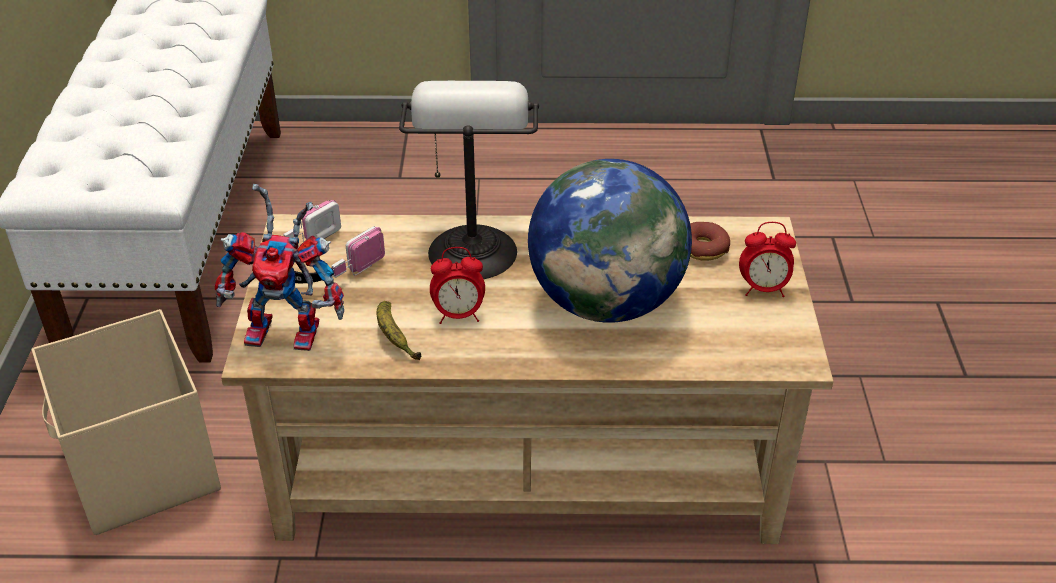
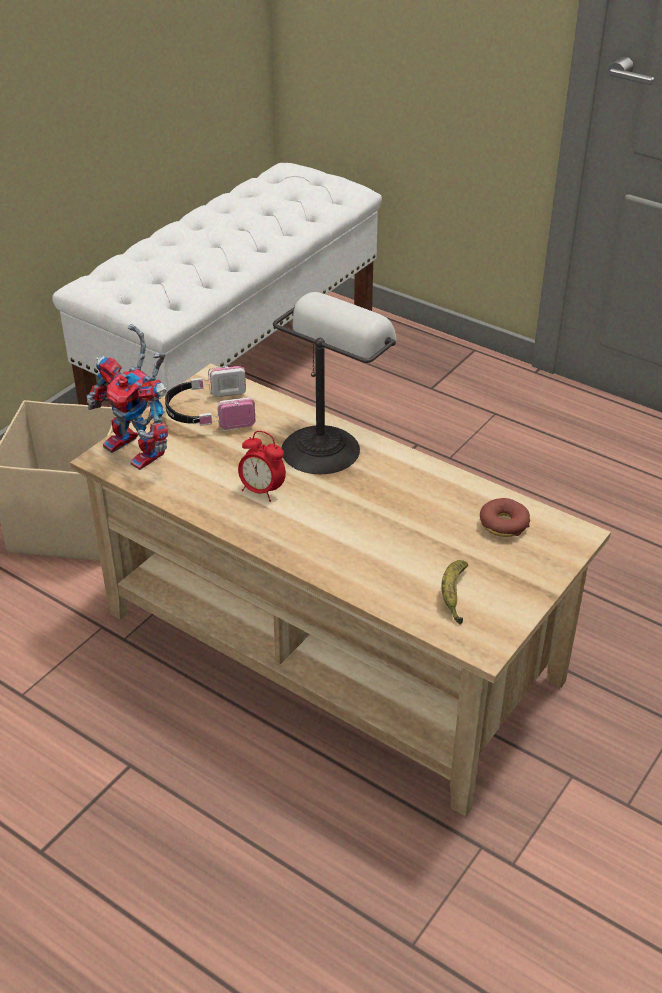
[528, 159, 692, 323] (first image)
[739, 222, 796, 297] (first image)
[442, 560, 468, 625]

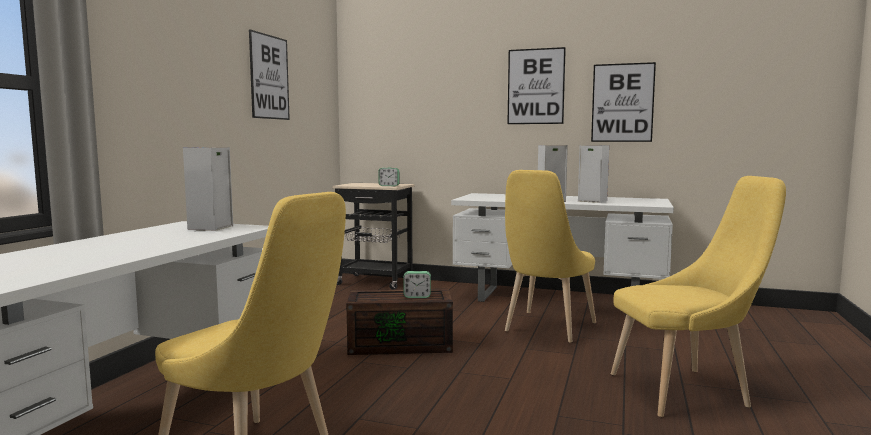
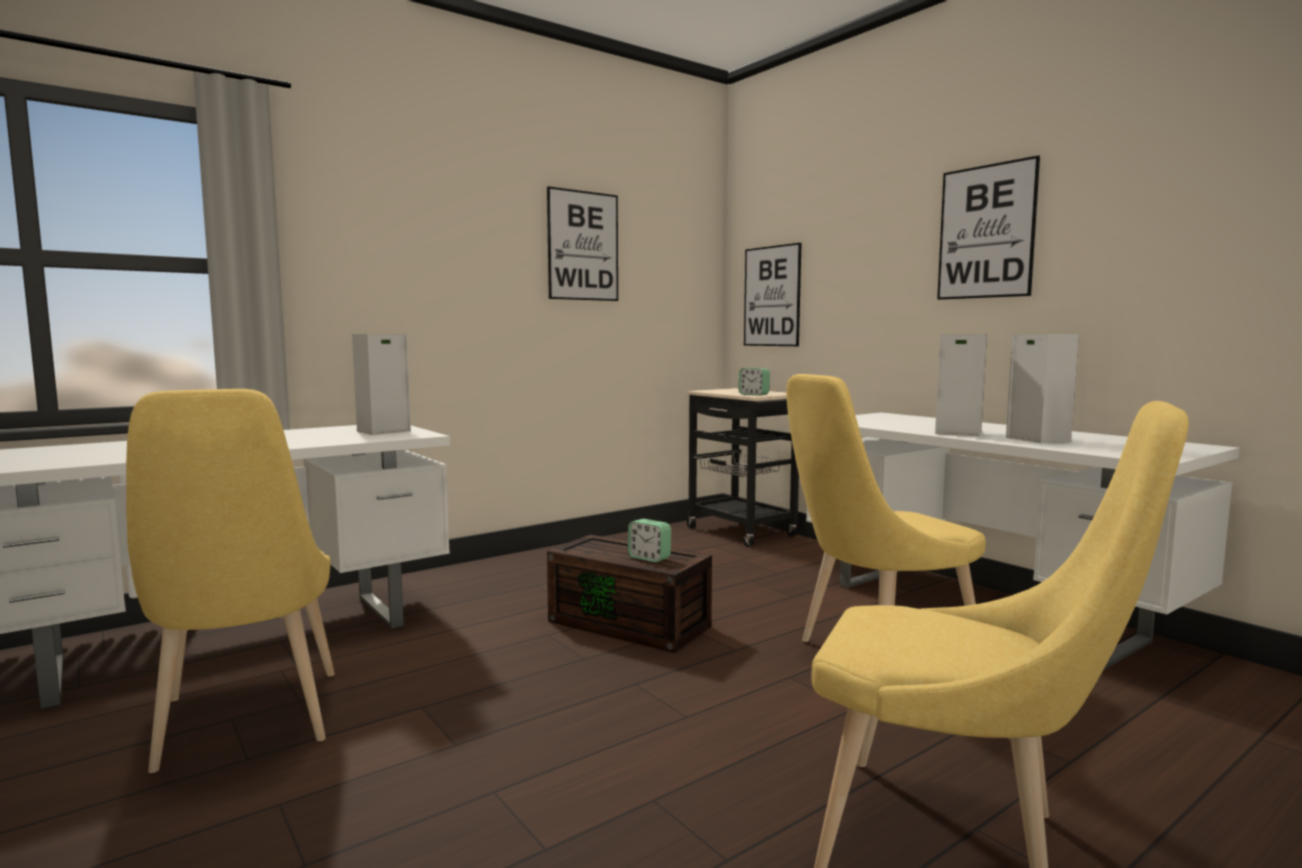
[744, 243, 801, 346]

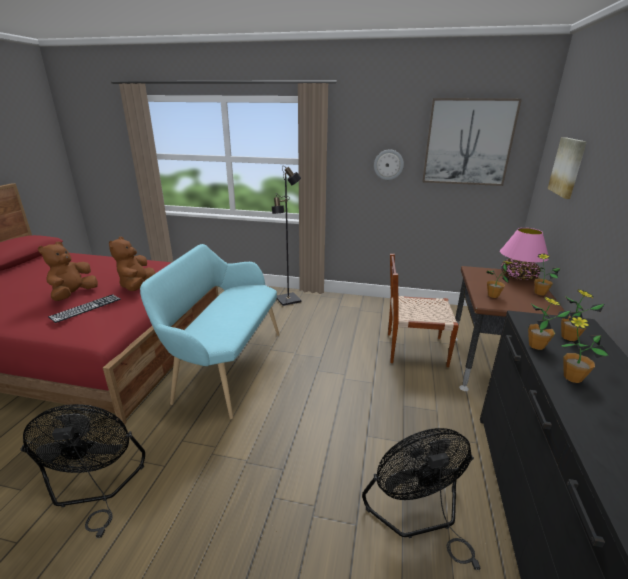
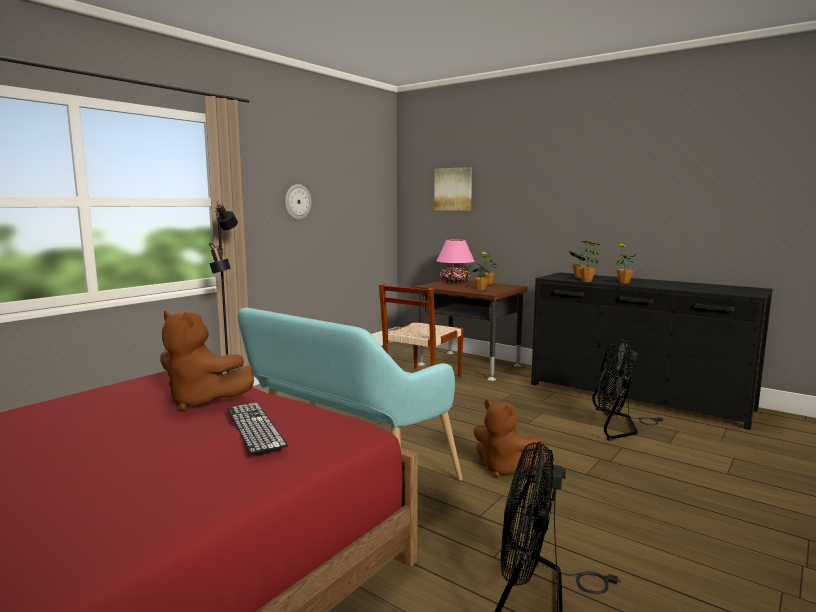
[422, 98, 522, 186] (first image)
[473, 400, 550, 478]

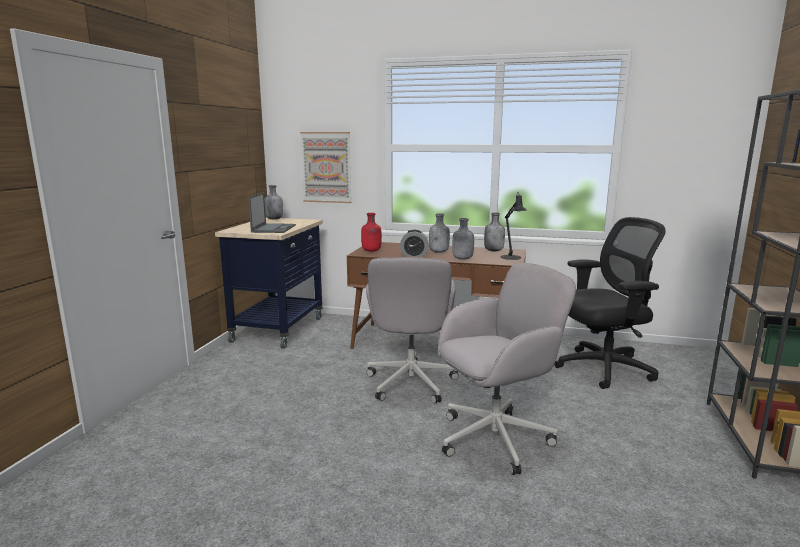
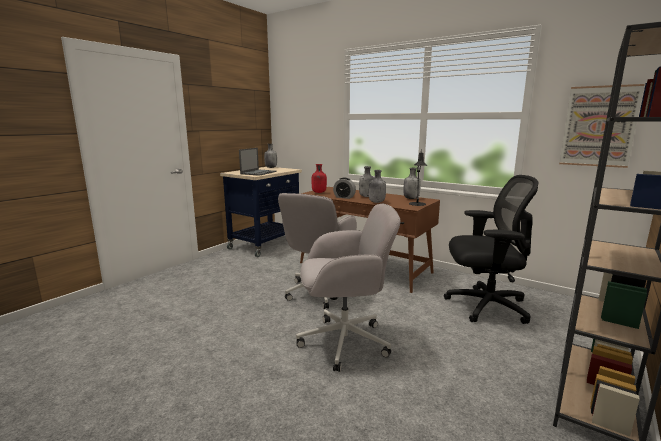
[559, 84, 644, 168]

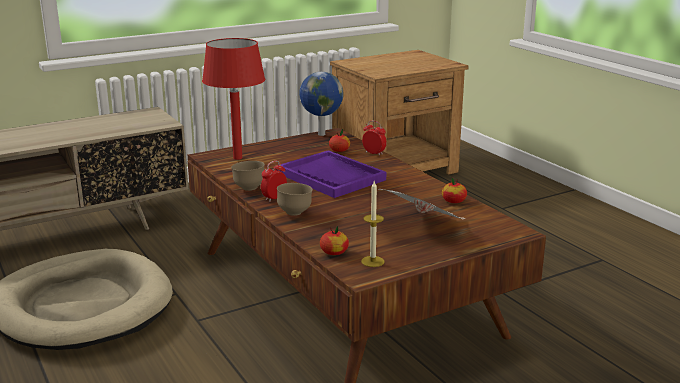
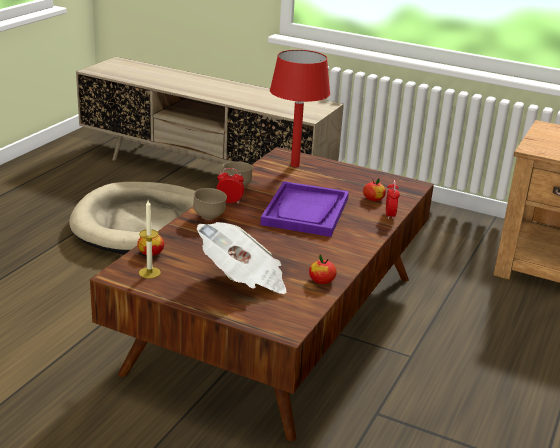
[299, 72, 344, 136] (first image)

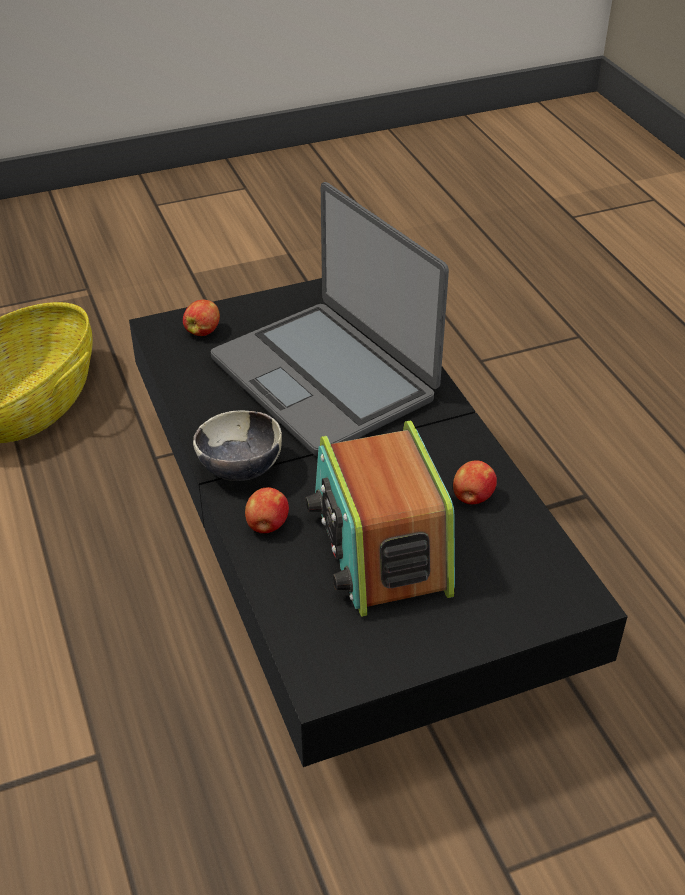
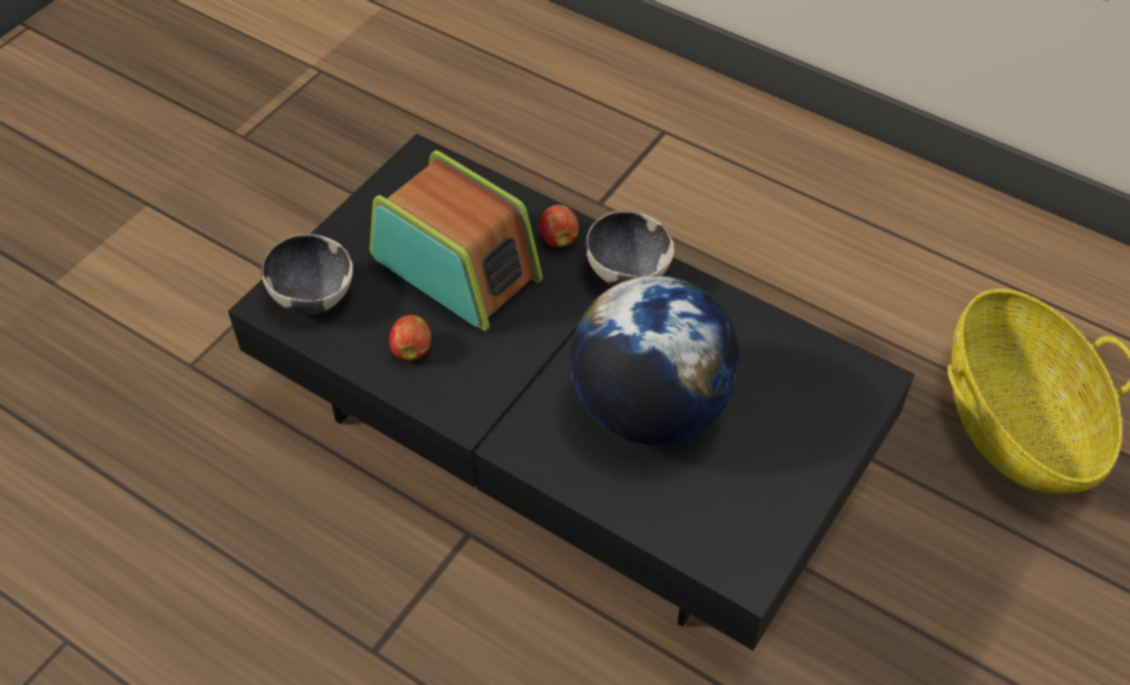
[570, 275, 740, 445]
[183, 300, 220, 336] (first image)
[261, 234, 353, 314]

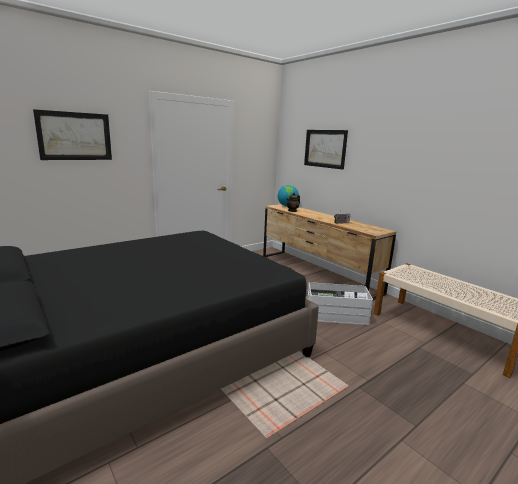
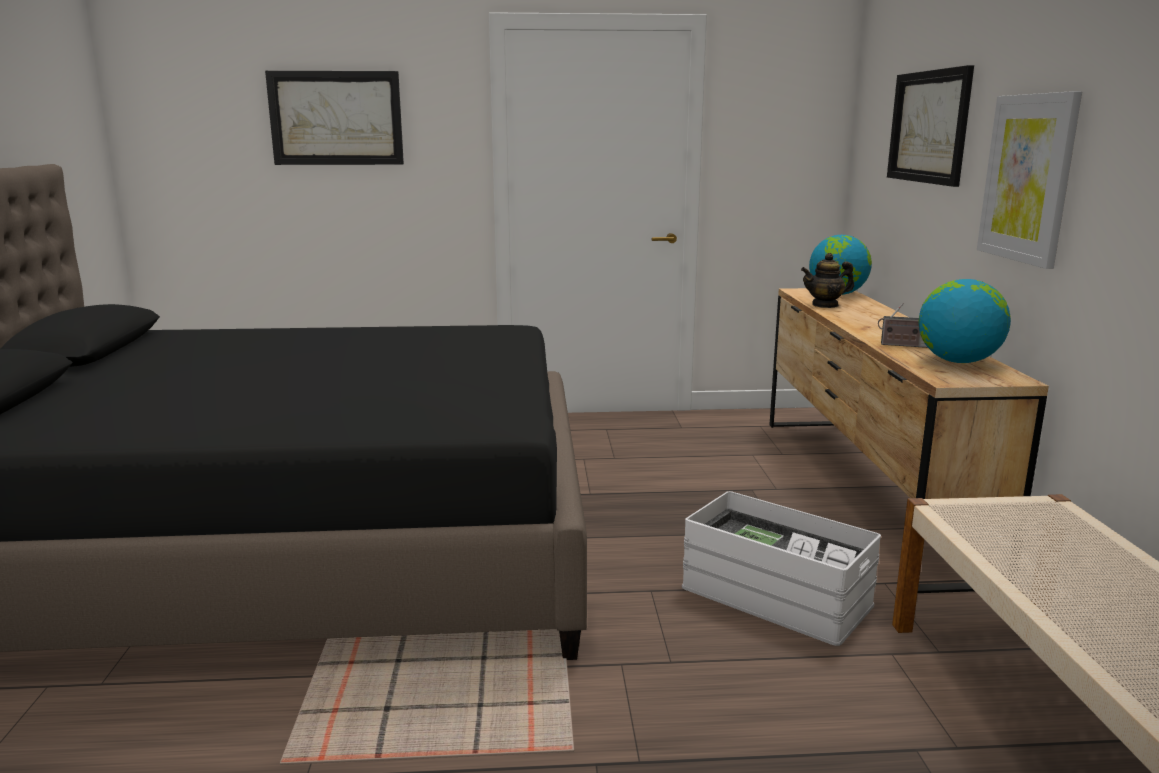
[977, 91, 1082, 269]
[918, 279, 1011, 363]

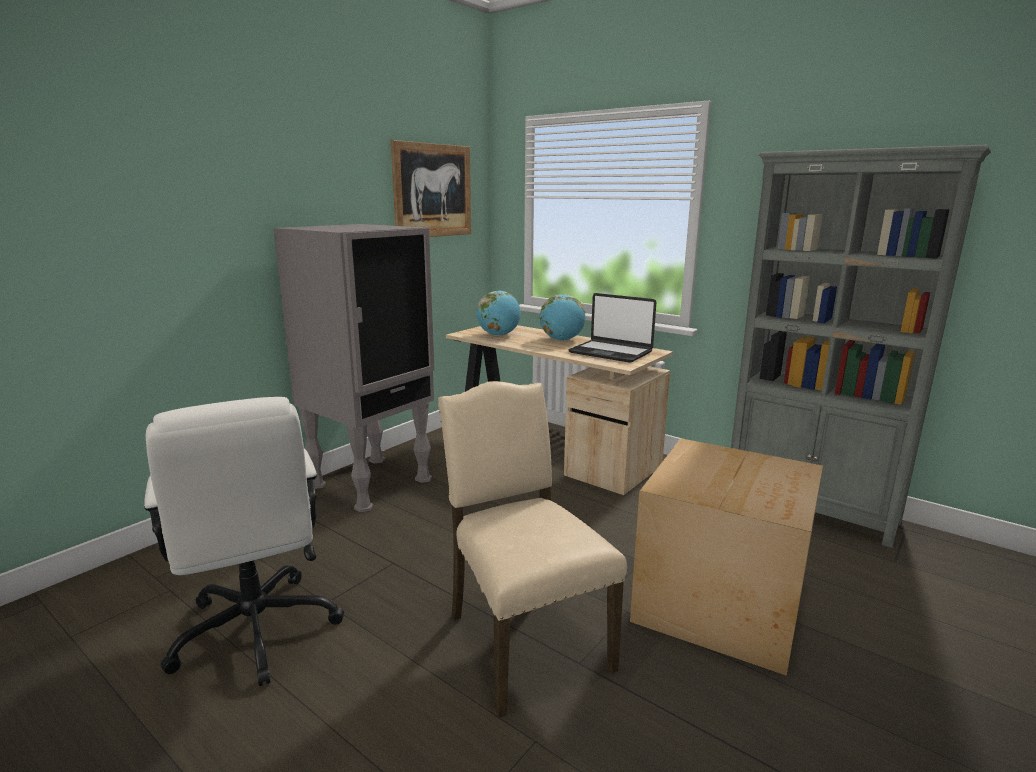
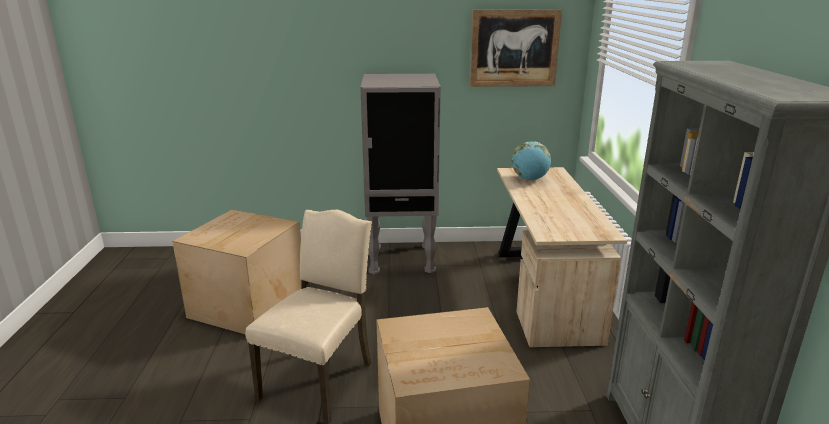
[569, 293, 656, 363] (first image)
[540, 294, 585, 341] (first image)
[172, 209, 301, 334]

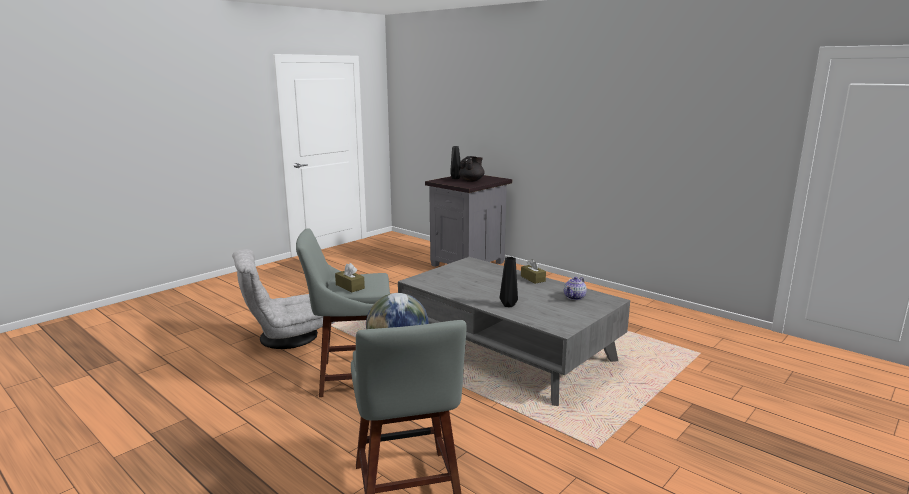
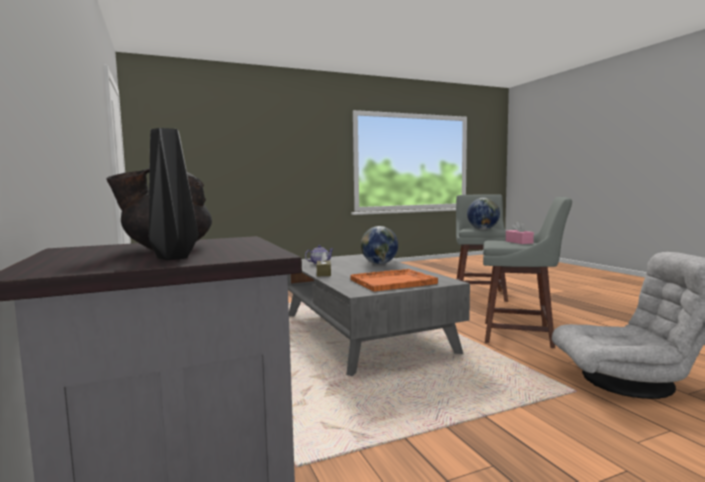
[361, 226, 398, 264]
[506, 221, 534, 244]
[350, 269, 438, 292]

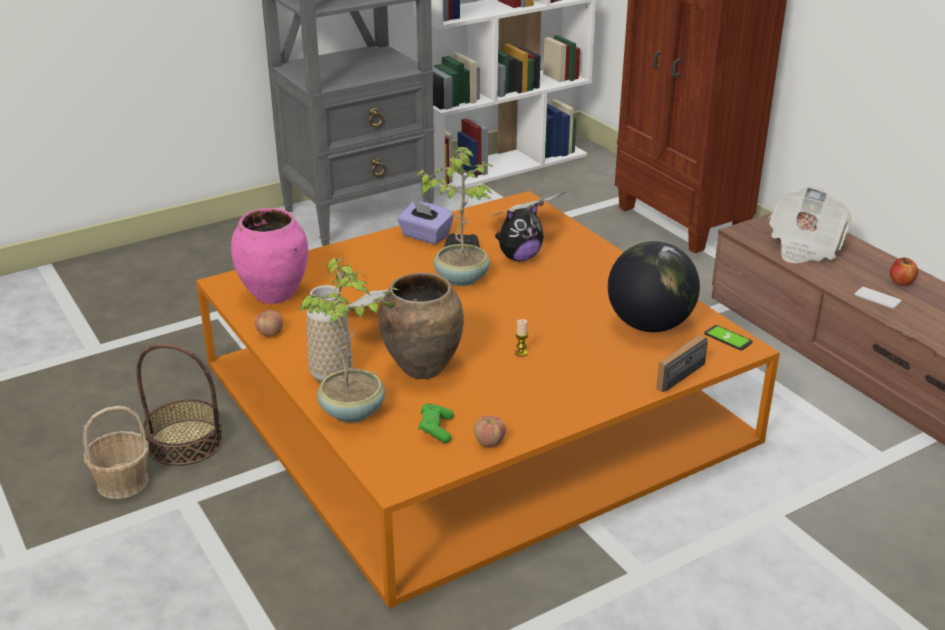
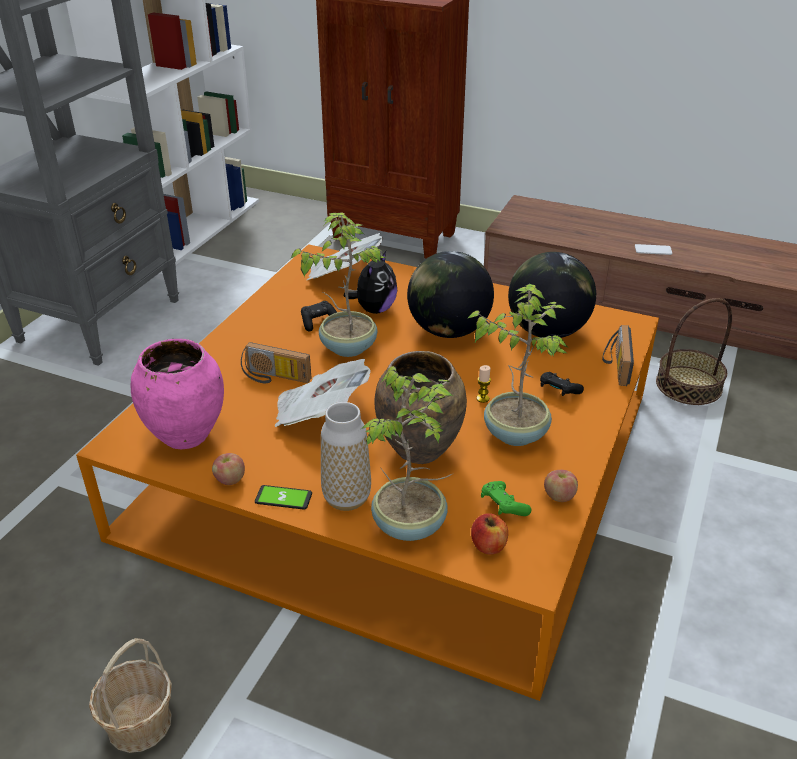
[768, 187, 852, 263] (first image)
[397, 201, 454, 245] (first image)
[471, 513, 508, 554]
[255, 485, 312, 510]
[656, 298, 732, 405]
[407, 251, 494, 338]
[468, 284, 567, 446]
[241, 342, 311, 383]
[540, 372, 584, 396]

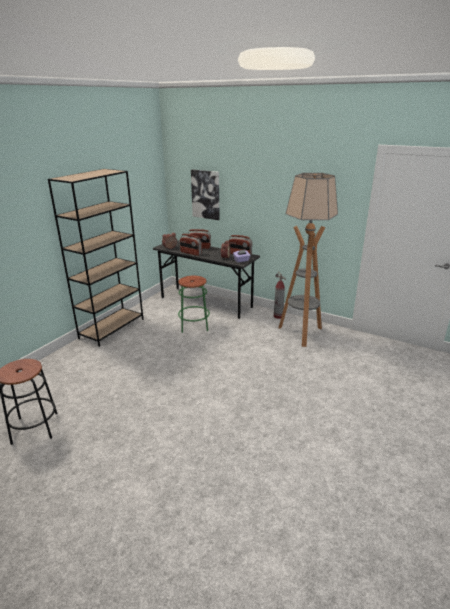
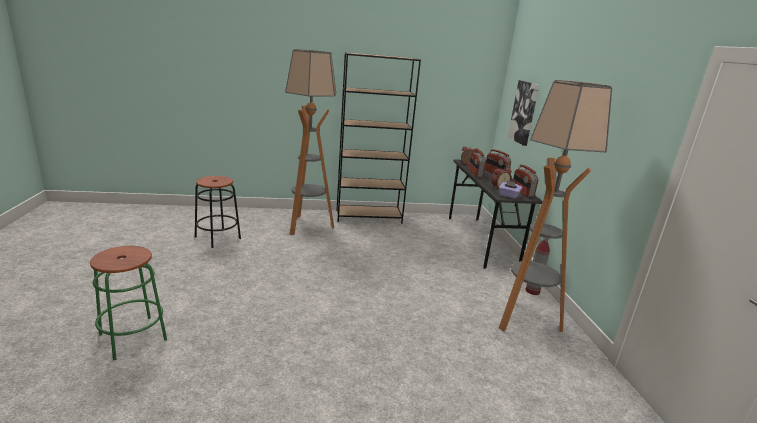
[90, 246, 167, 360]
[285, 49, 336, 235]

